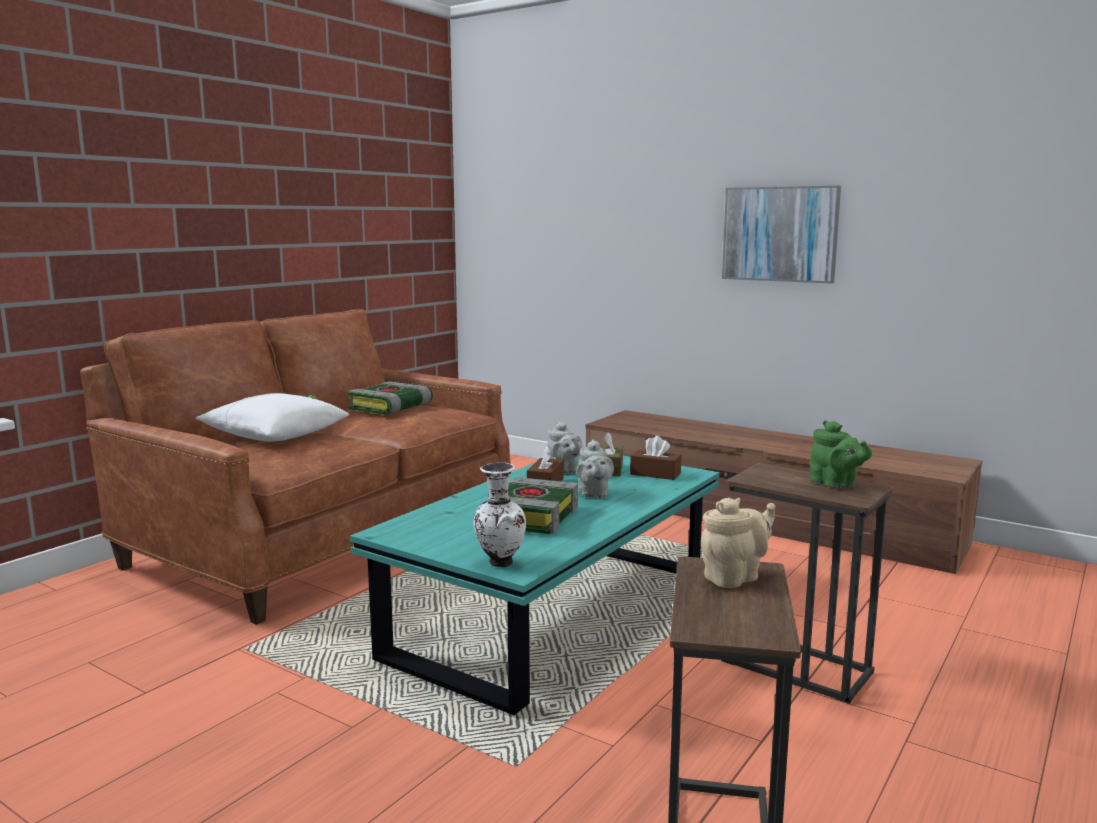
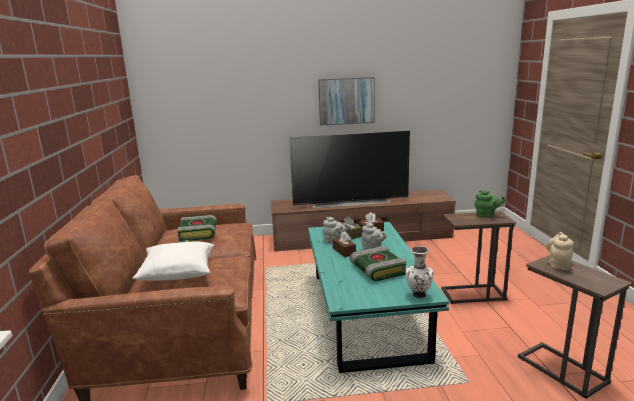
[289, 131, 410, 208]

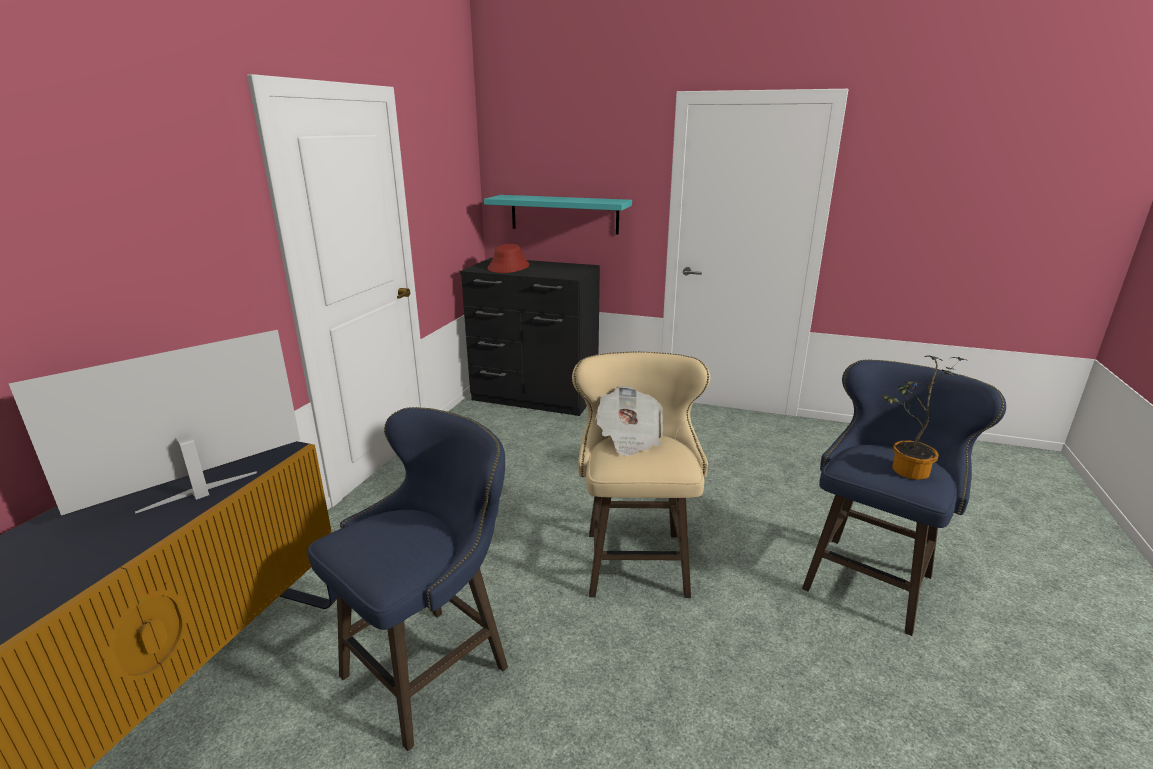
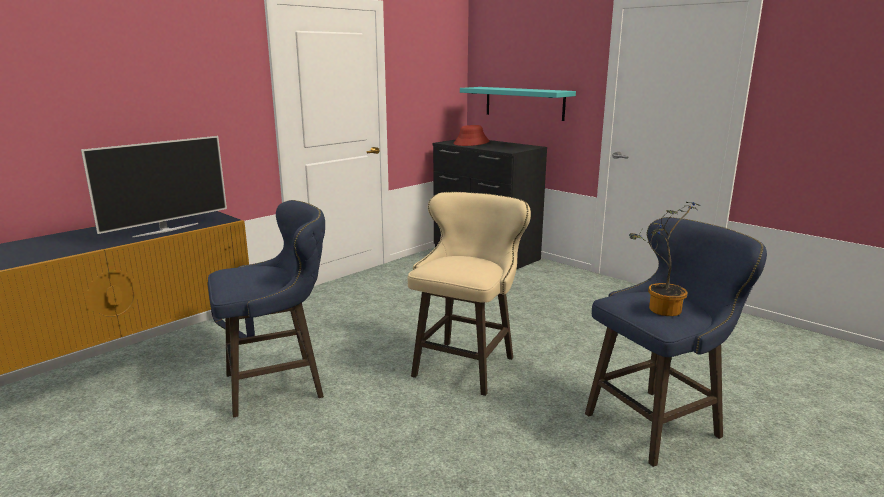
[81, 136, 227, 238]
[595, 386, 663, 456] (first image)

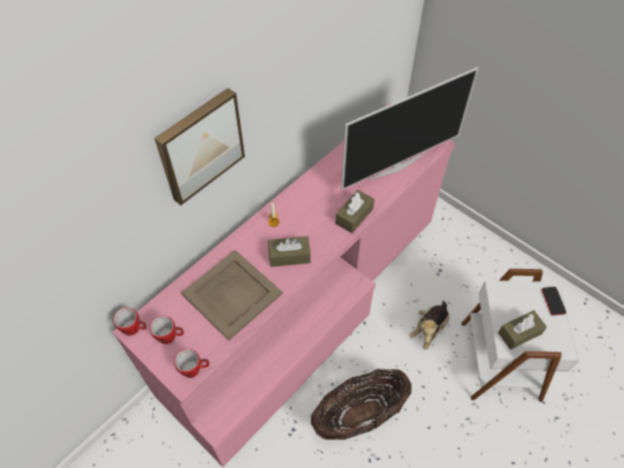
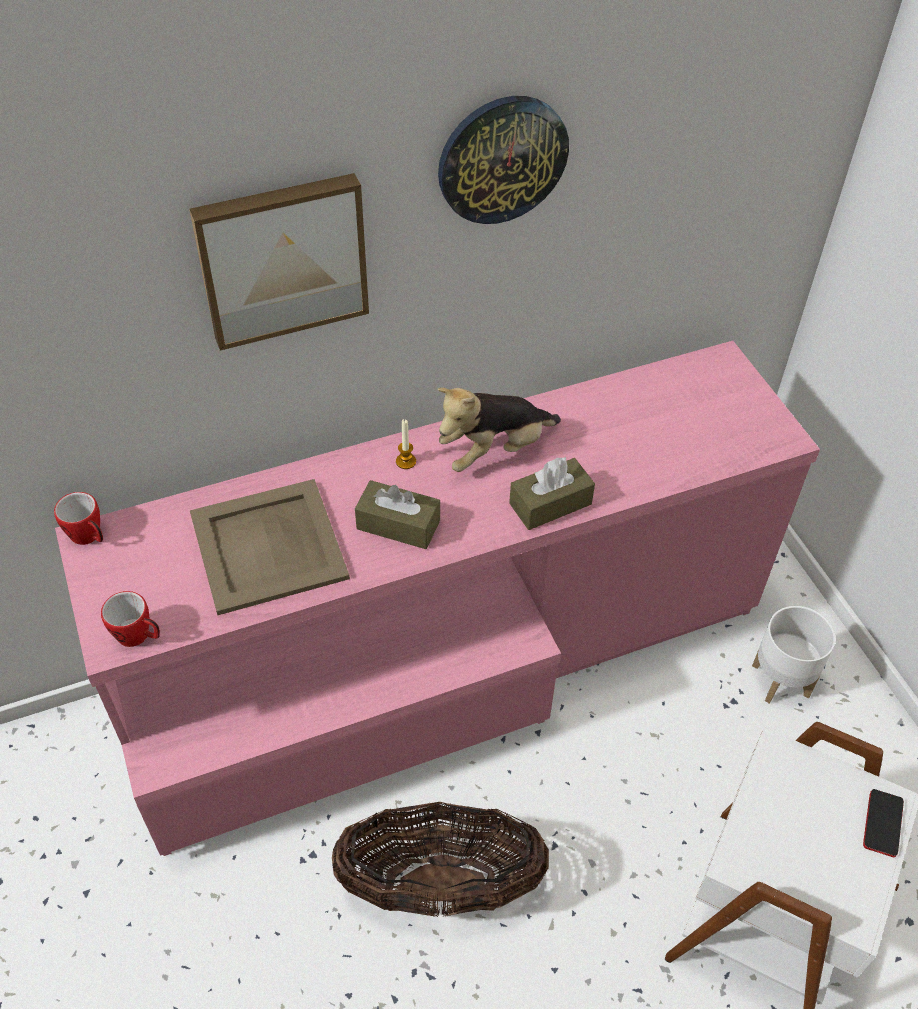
[341, 67, 478, 190] (first image)
[438, 388, 561, 472]
[498, 310, 547, 350] (first image)
[150, 316, 184, 344] (first image)
[438, 96, 569, 224]
[752, 606, 836, 704]

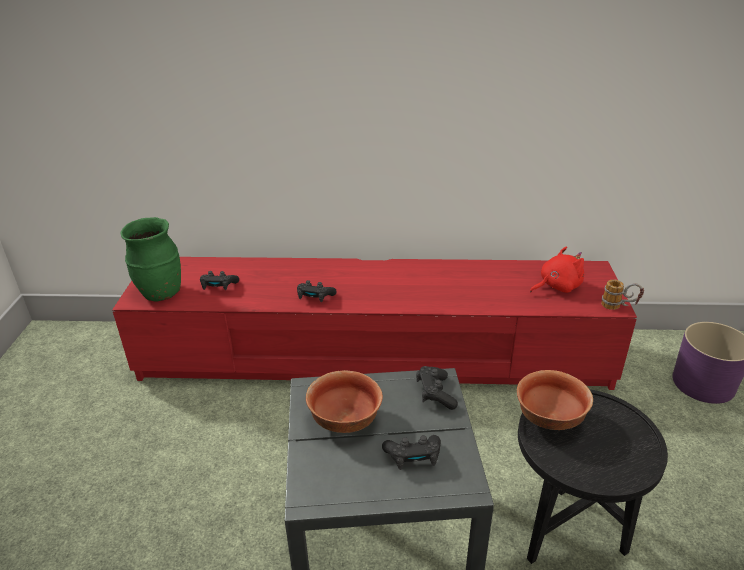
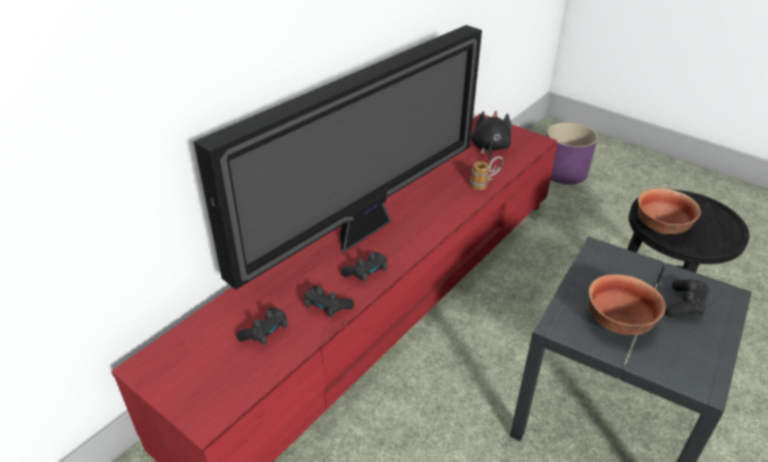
[120, 217, 181, 302] (first image)
[471, 111, 511, 162]
[470, 156, 504, 190]
[304, 286, 354, 318]
[194, 25, 482, 290]

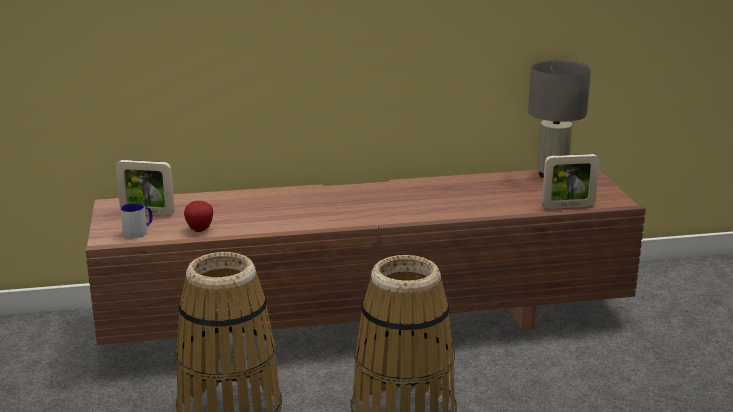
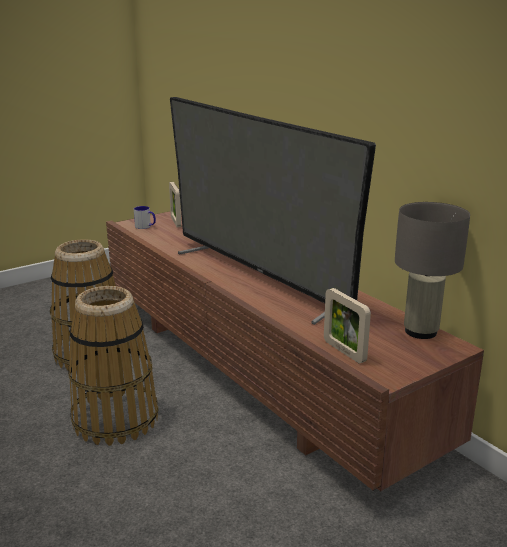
[184, 201, 213, 232] (first image)
[170, 97, 376, 325]

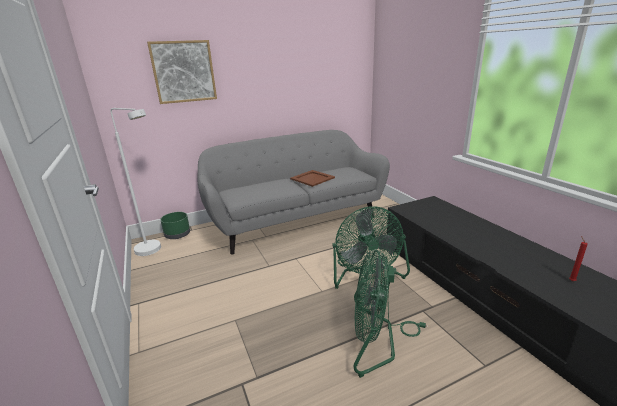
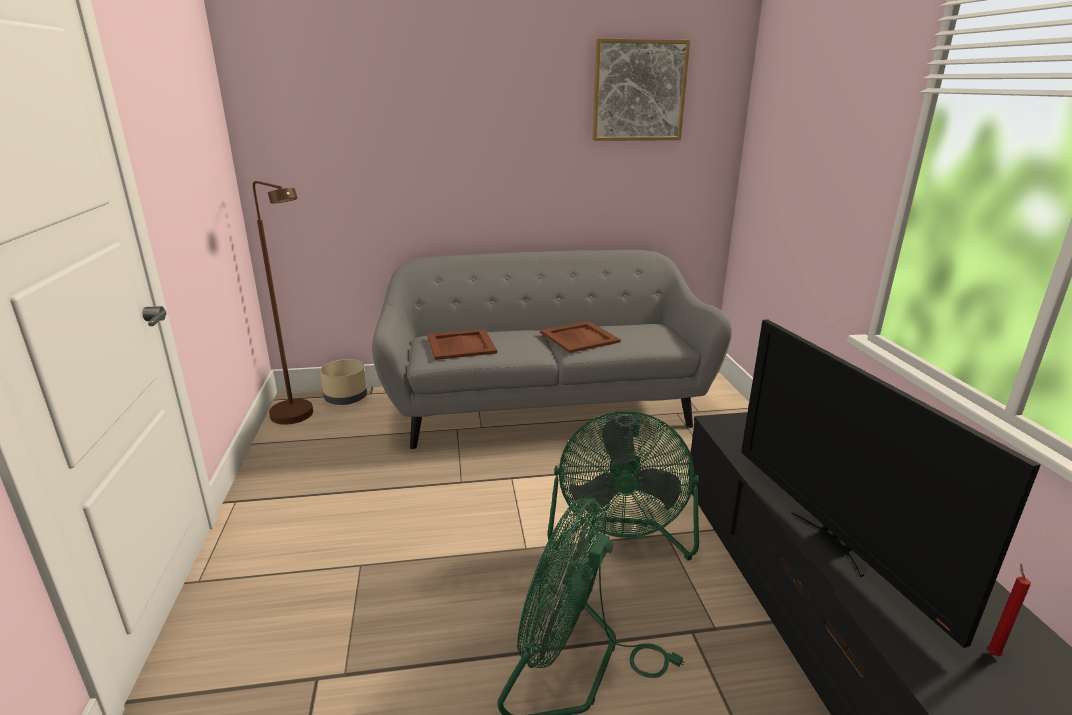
[592, 38, 690, 141]
[253, 181, 313, 425]
[320, 359, 367, 405]
[741, 319, 1041, 648]
[427, 329, 497, 360]

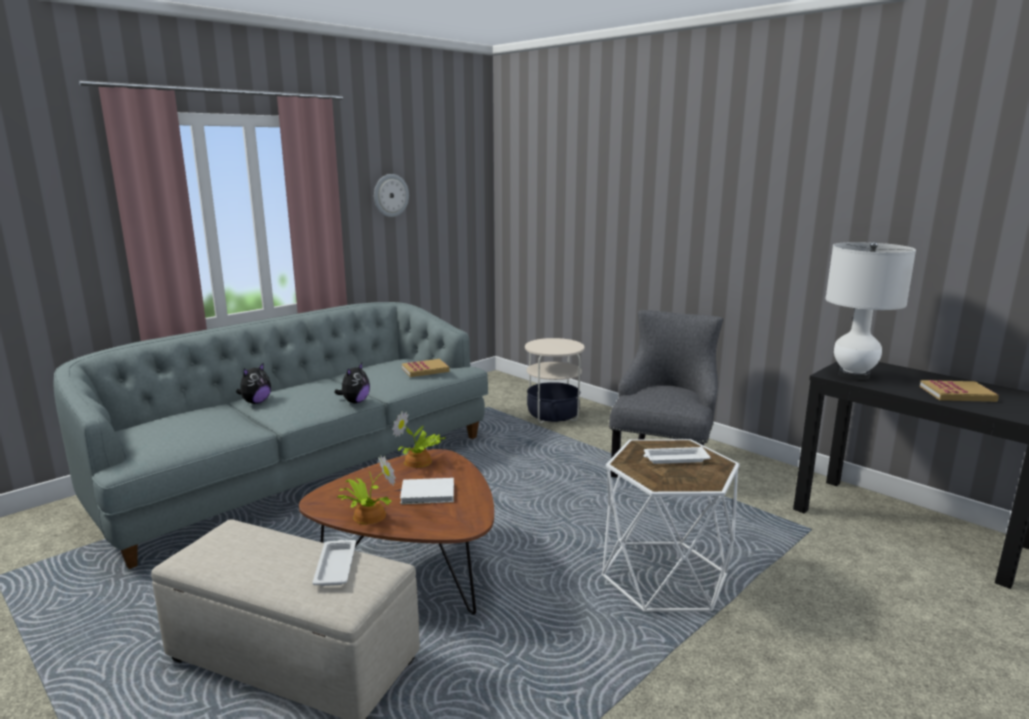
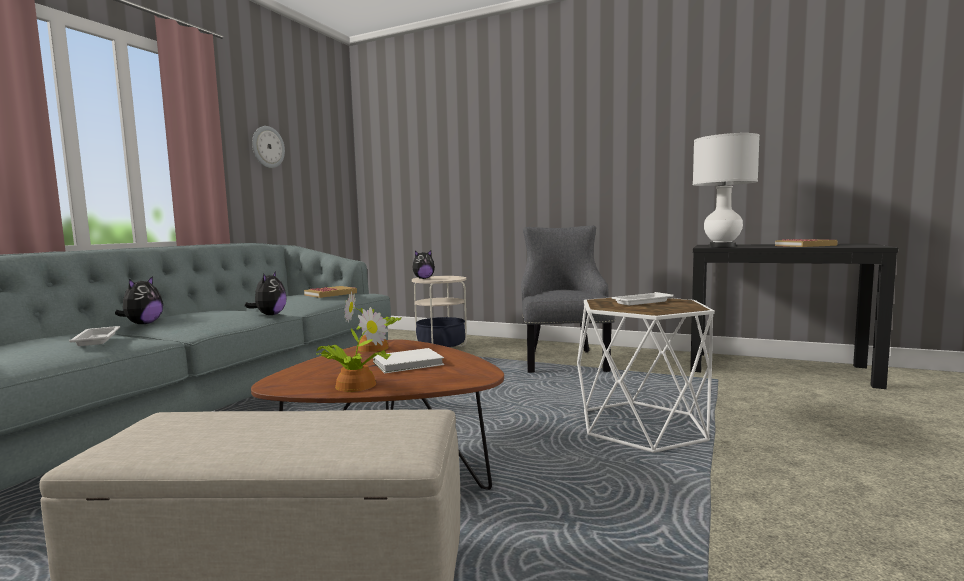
[69, 326, 120, 346]
[413, 250, 435, 279]

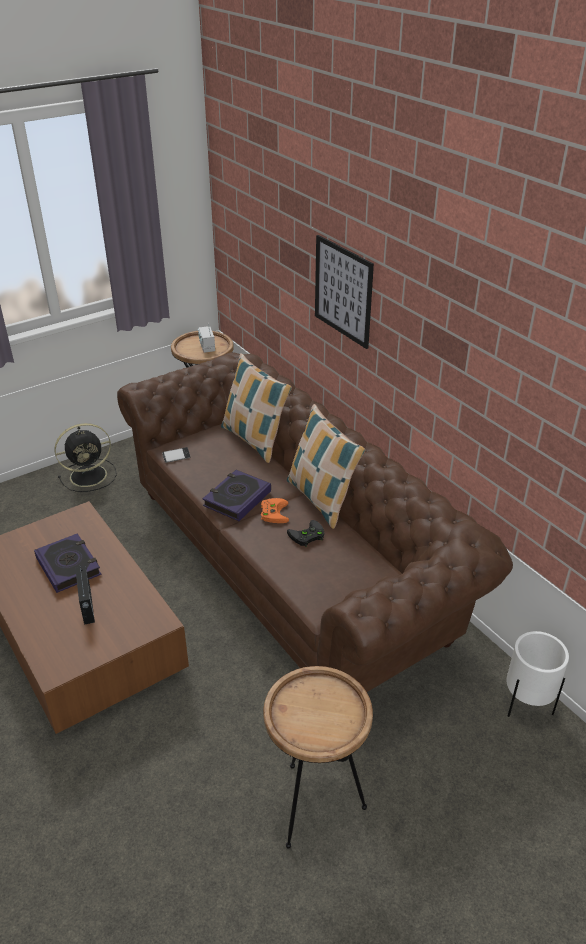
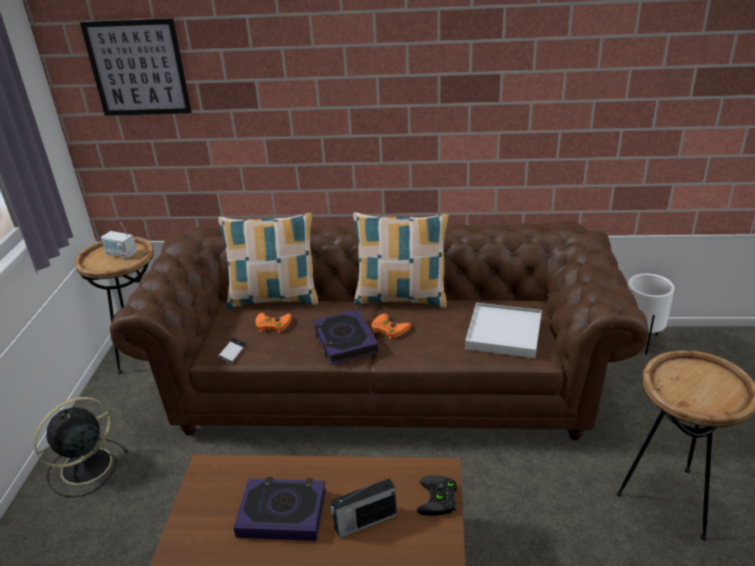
[80, 18, 192, 116]
[33, 397, 128, 497]
[417, 475, 457, 516]
[330, 478, 397, 538]
[465, 303, 542, 358]
[256, 313, 292, 333]

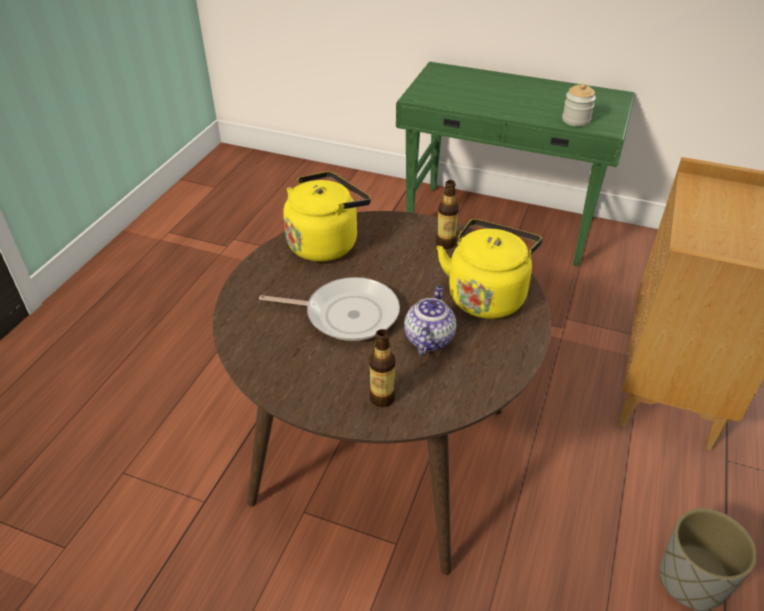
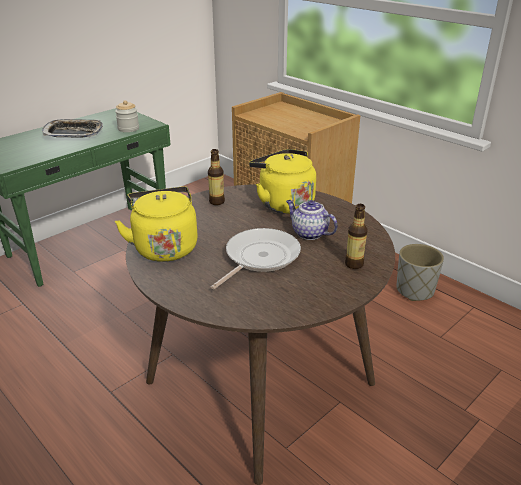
[42, 119, 103, 137]

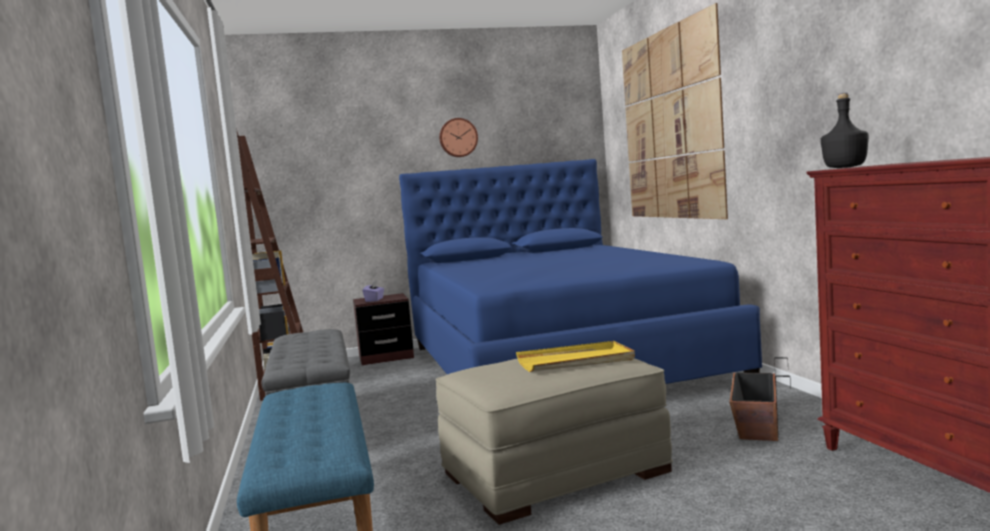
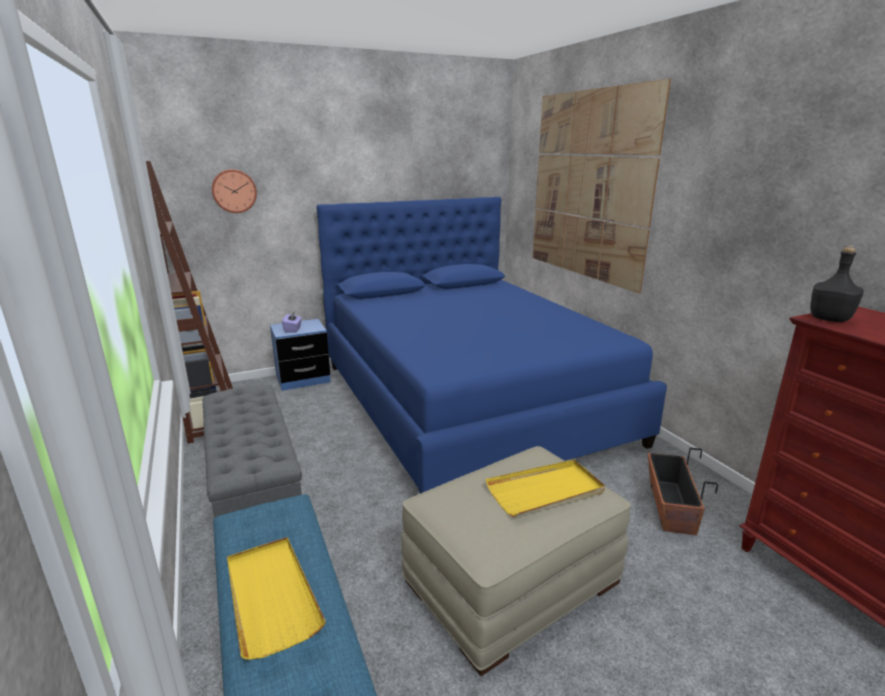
[212, 169, 257, 213]
[270, 319, 331, 391]
[227, 537, 326, 660]

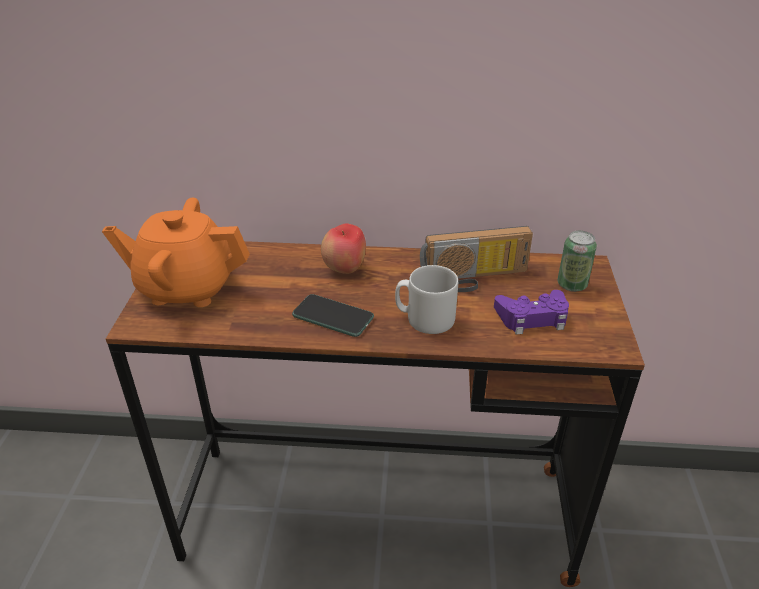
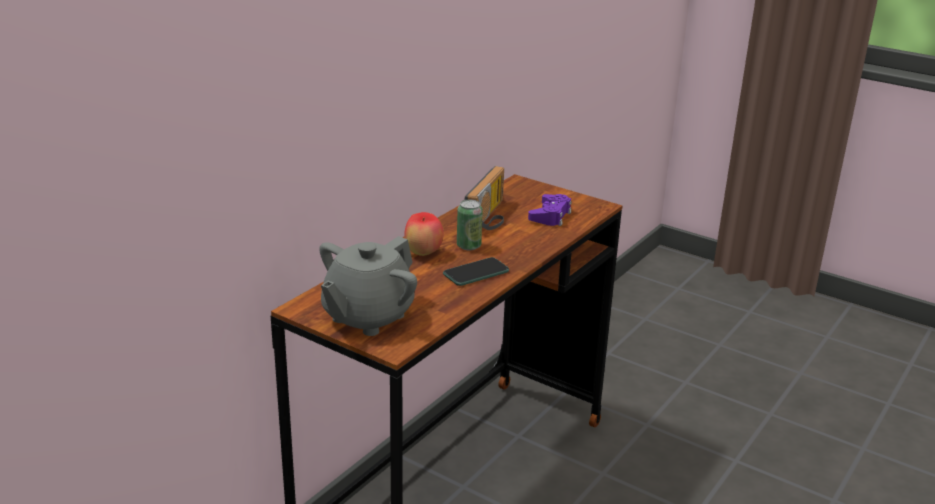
[319, 236, 417, 336]
[457, 200, 483, 251]
[395, 265, 458, 334] (first image)

